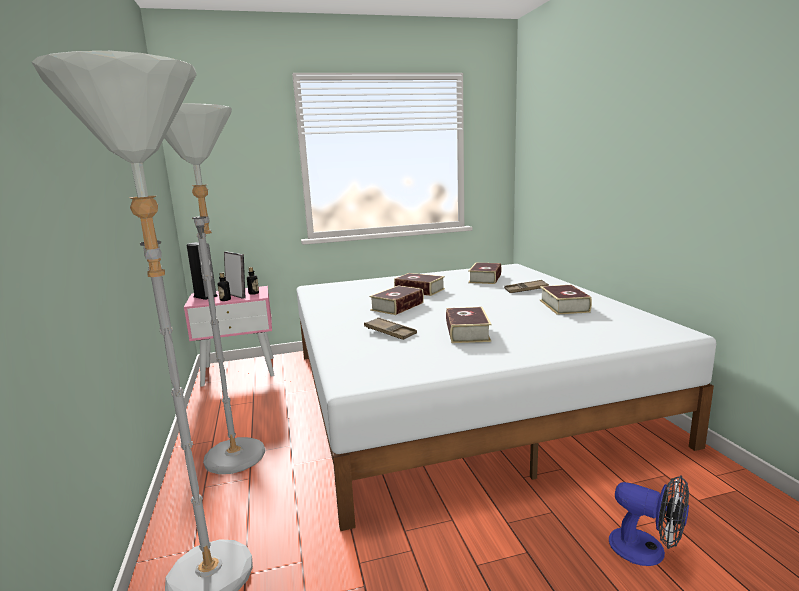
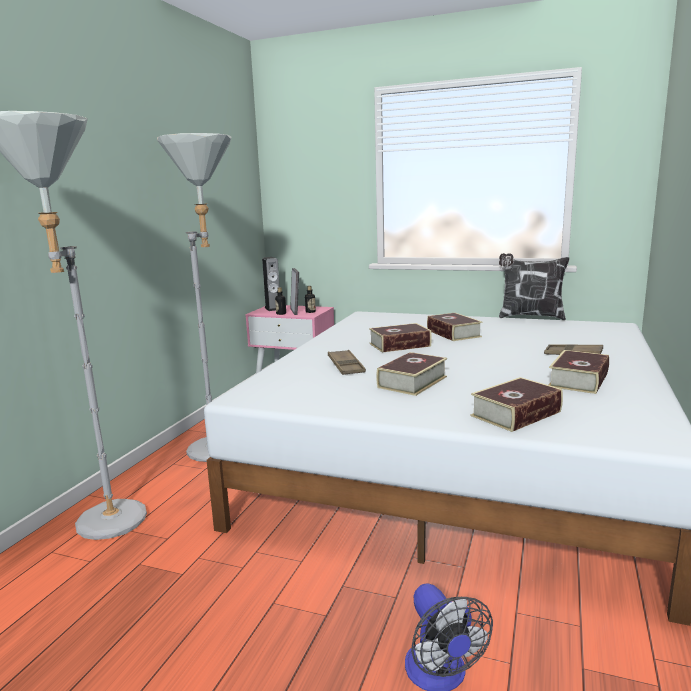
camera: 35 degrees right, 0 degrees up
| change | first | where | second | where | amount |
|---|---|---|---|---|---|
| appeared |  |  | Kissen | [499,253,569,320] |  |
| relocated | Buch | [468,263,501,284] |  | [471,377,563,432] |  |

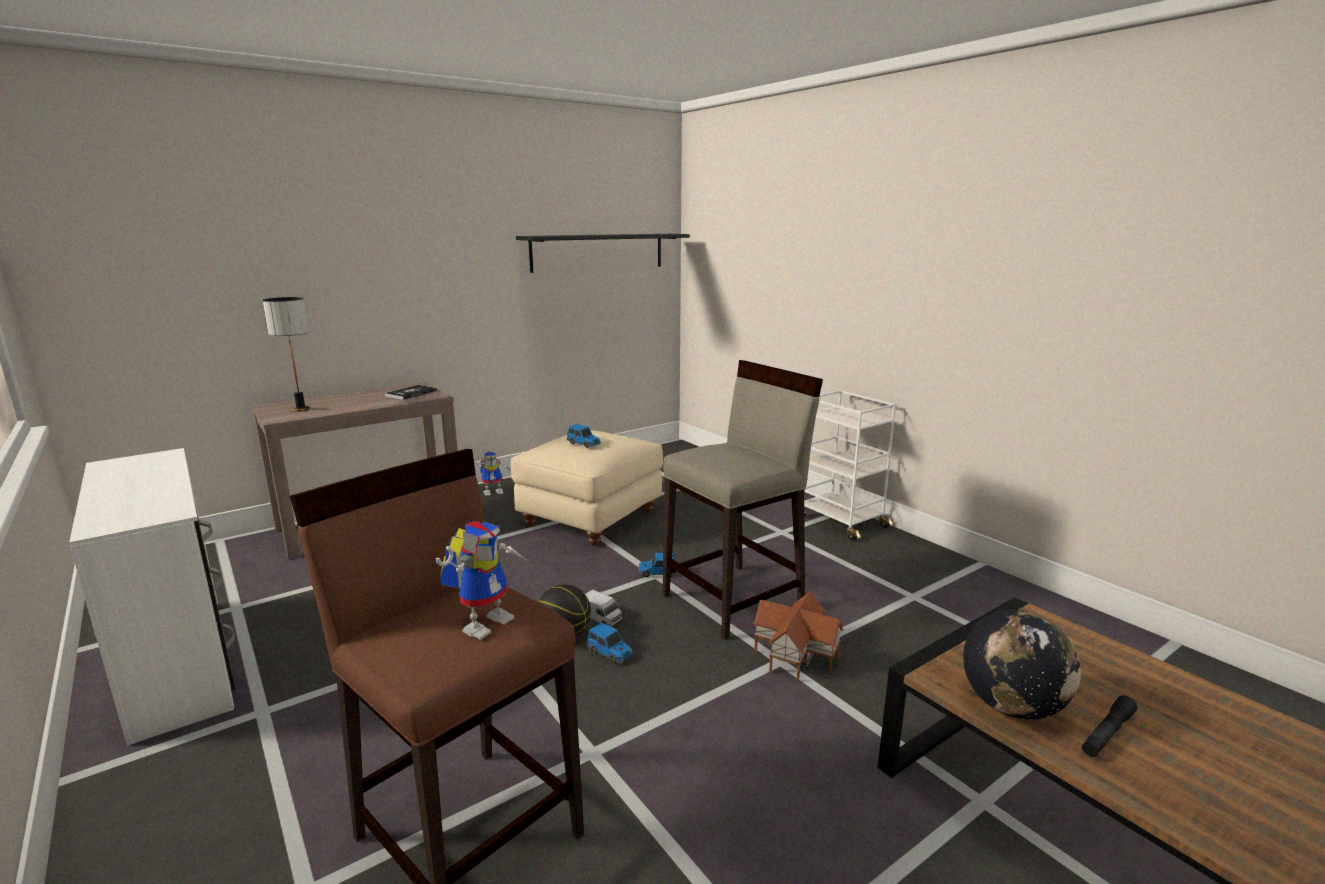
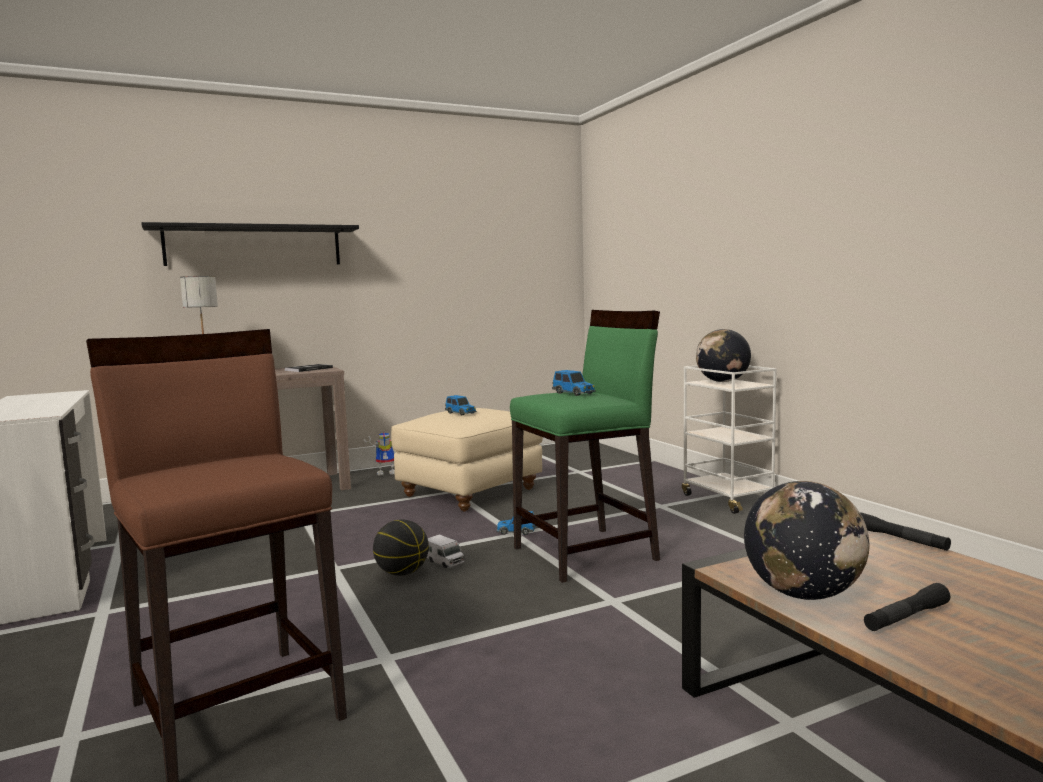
camera: 10 degrees right, 10 degrees down
| change | first | where | second | where | amount |
|---|---|---|---|---|---|
| missing | Spielzeugroboter | [436,521,526,640] |  |  |  |
| missing | Spielzeughaus | [753,591,844,681] |  |  |  |
| appeared |  |  | Globus | [696,329,751,382] |  |
| appeared |  |  | Taschenlampe/schwarz | [860,512,951,551] |  |
| relocated | Wandregal/schwarz | [516,234,690,273] |  | [141,222,359,266] |  |
| relocated | Spielzeugauto | [587,622,633,663] |  | [552,370,596,396] |  |
| colour | Hocker/beige | [663,360,823,640] | Hocker/grün | [510,310,660,583] |  |

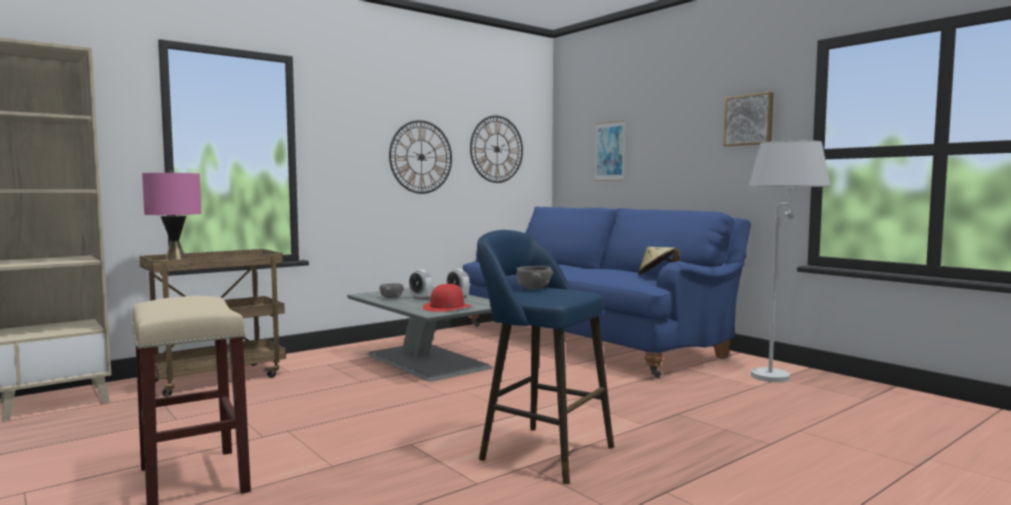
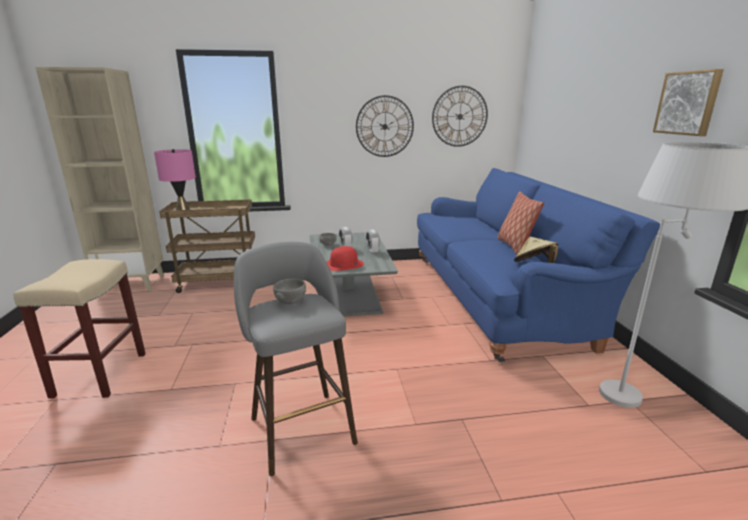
camera: 30 degrees right, 15 degrees up
| change | first | where | second | where | amount |
|---|---|---|---|---|---|
| missing | Bild | [595,120,625,181] |  |  |  |
| appeared |  |  | Kissen | [498,192,544,255] |  |
| colour | Hocker/blau | [477,230,614,484] | Hocker/grau | [234,242,358,476] |  |

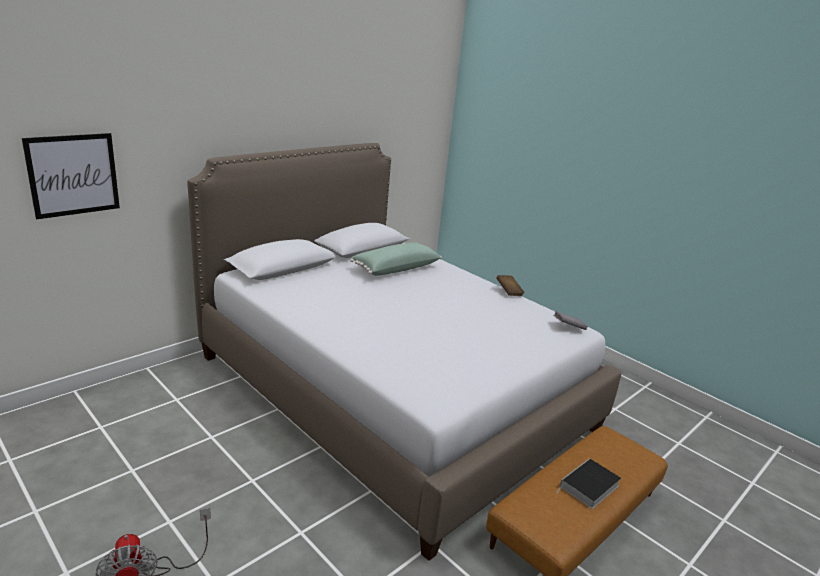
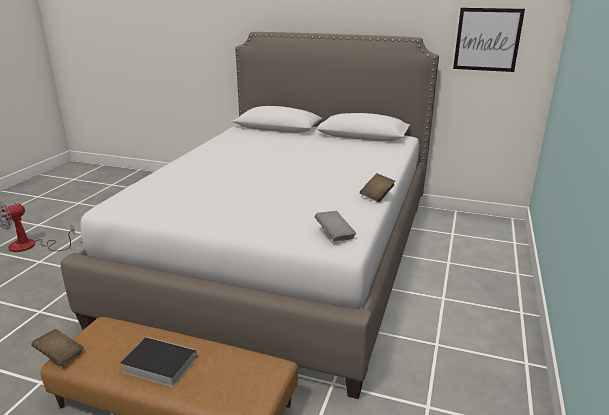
camera: 65 degrees right, 0 degrees up
| change | first | where | second | where | amount |
|---|---|---|---|---|---|
| missing | Kissen/grün | [350,242,442,276] |  |  |  |
| appeared |  |  | Buch/braun | [31,329,84,366] |  |
| relocated | Bild | [22,133,120,219] |  | [453,8,525,72] |  |

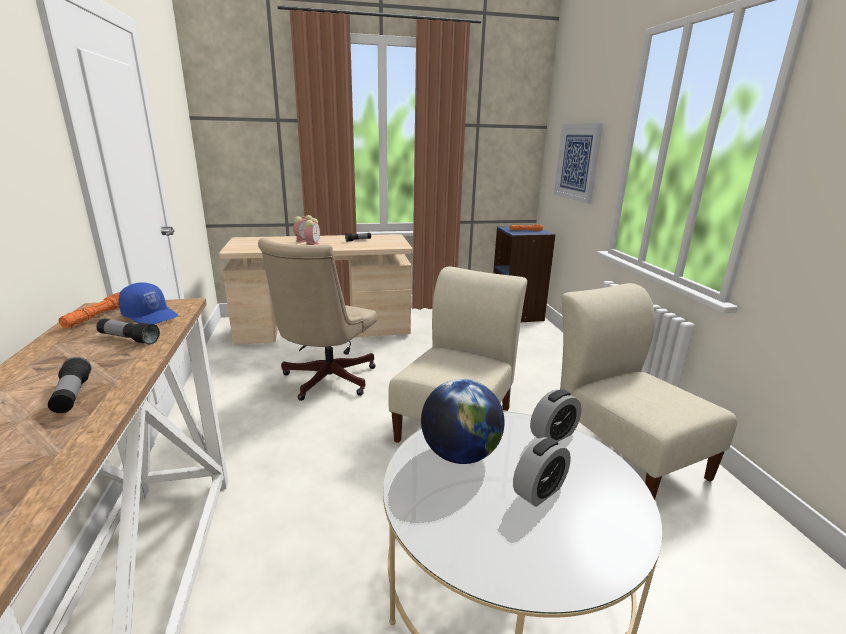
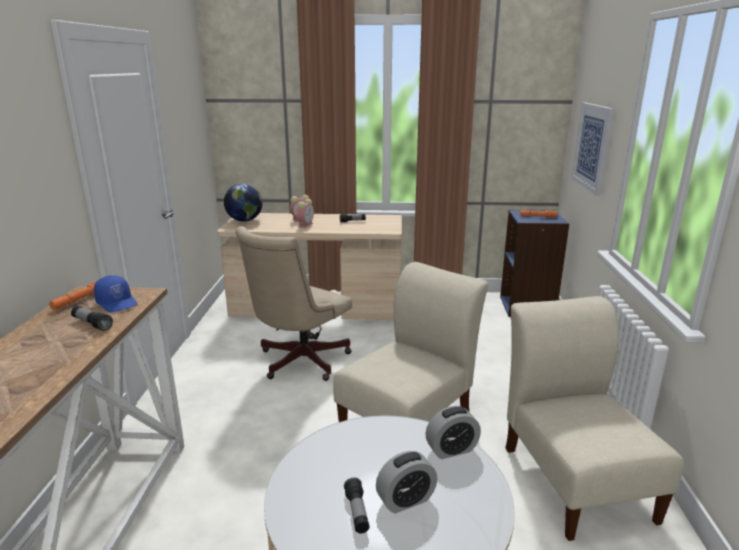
camera: 15 degrees right, 0 degrees up
| change | first | where | second | where | amount |
|---|---|---|---|---|---|
| relocated | Taschenlampe | [48,357,92,413] |  | [344,478,370,533] |  |
| relocated | Globus | [421,379,505,464] |  | [224,183,263,222] |  |

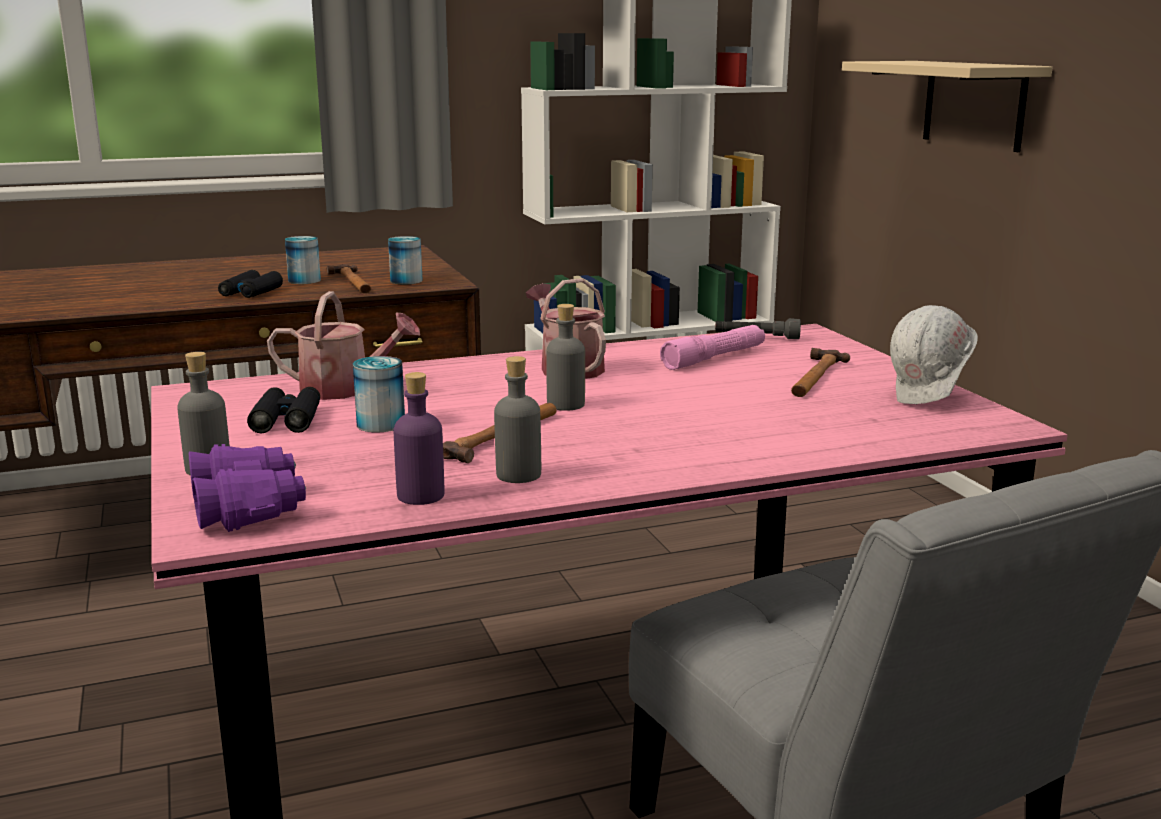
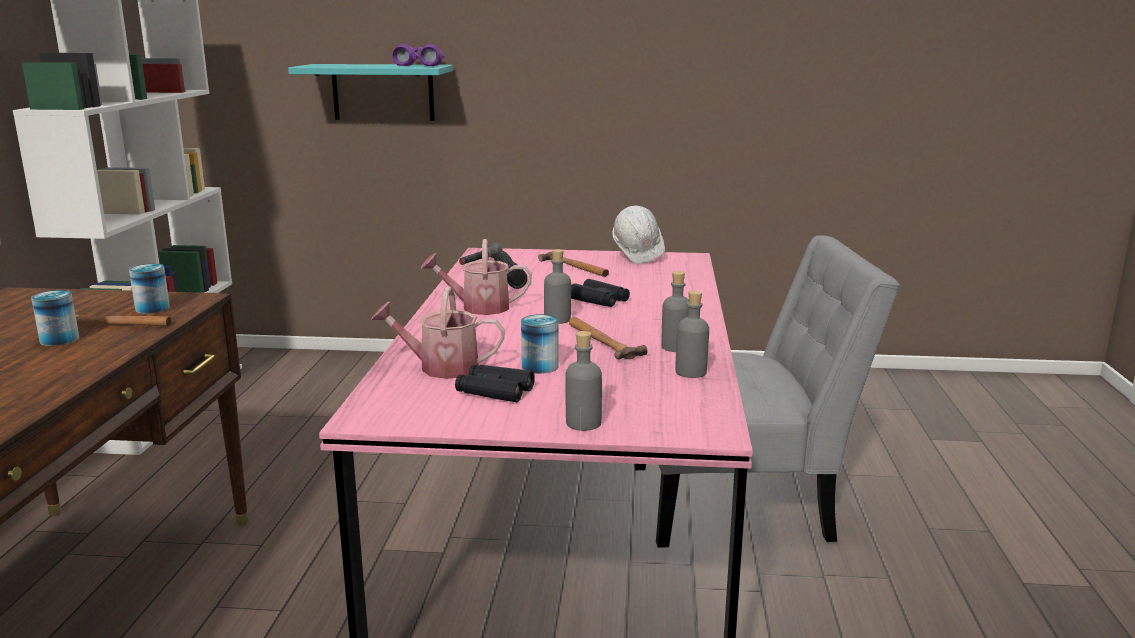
camera: 65 degrees left, 0 degrees up
| change | first | where | second | where | amount |
|---|---|---|---|---|---|
| relocated | Fernglas/lila | [189,444,306,532] |  | [392,44,445,66] |  |
| relocated | Fernglas/schwarz | [218,270,283,298] |  | [571,279,630,307] |  |
| colour | Flasche/lila | [393,372,444,505] | Flasche/grau | [675,291,709,378] |  |
| colour | Taschenlampe/rosa | [660,325,765,370] | Taschenlampe/schwarz | [494,251,528,289] |  |
| colour | Wandregal/beige | [842,61,1053,152] | Wandregal/türkis | [288,64,453,121] |  |
| spun | Gießkanne | [267,291,420,400] |  | [371,286,505,379] | 120 degrees counterclockwise |

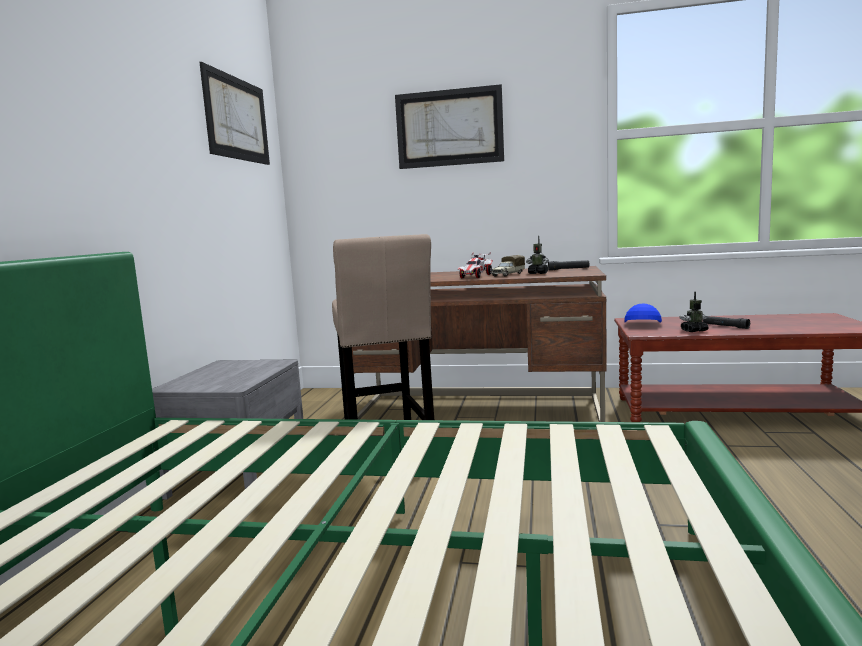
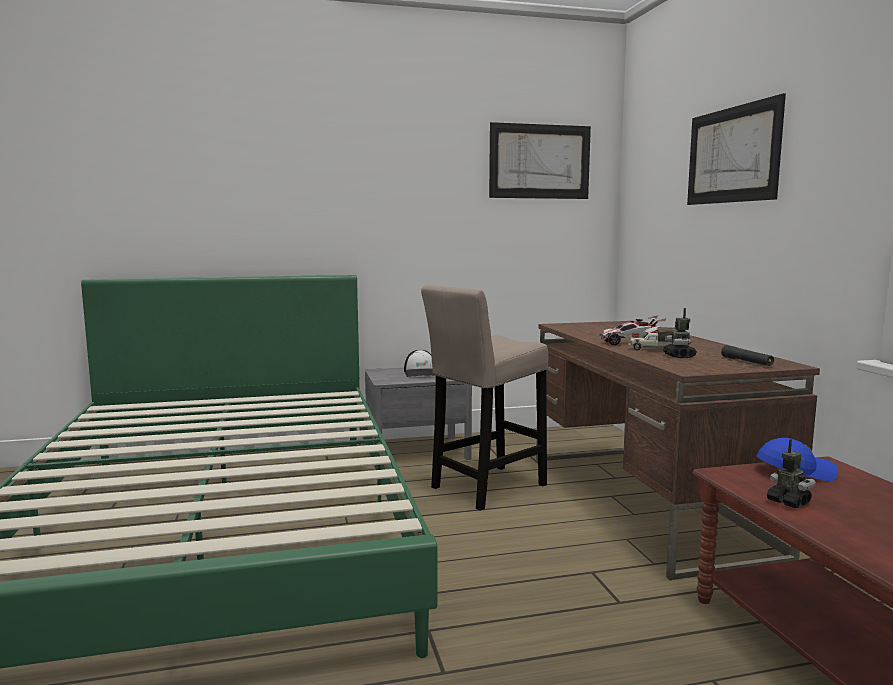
camera: 65 degrees right, 0 degrees up
| change | first | where | second | where | amount |
|---|---|---|---|---|---|
| missing | Taschenlampe/schwarz | [703,316,750,329] |  |  |  |
| appeared |  |  | Kappe | [404,350,436,377] |  |

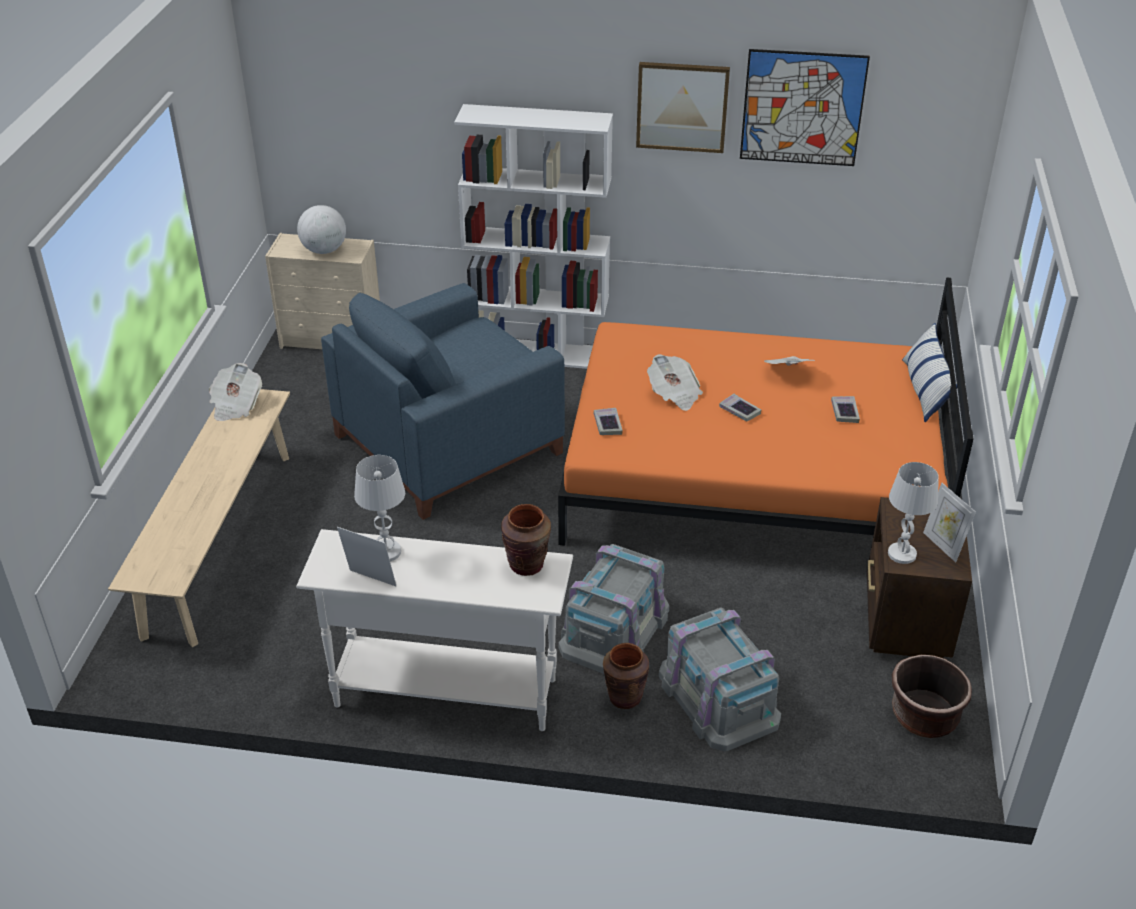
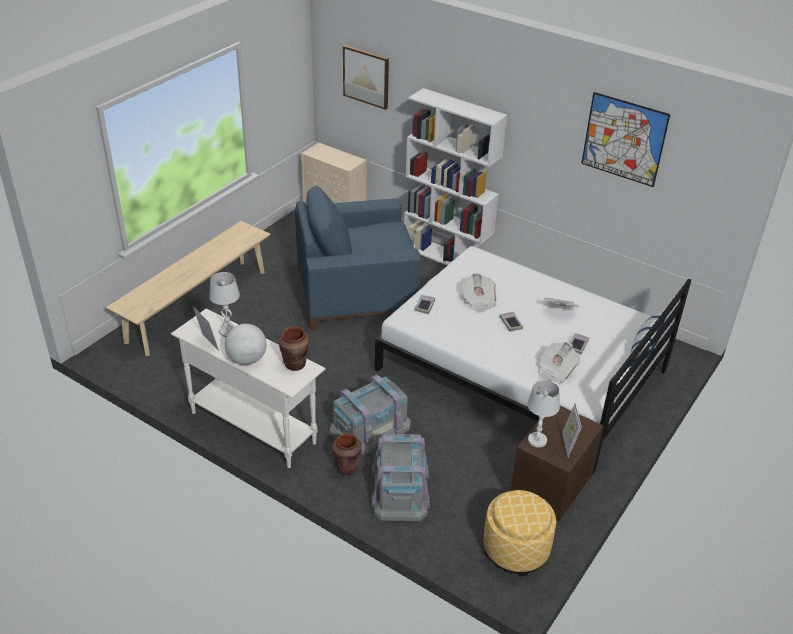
camera: 25 degrees right, 0 degrees up
| change | first | where | second | where | amount |
|---|---|---|---|---|---|
| relocated | Zeitung | [209,363,262,421] |  | [539,342,580,383] |  |
| relocated | Globus | [297,205,346,254] |  | [225,324,267,365] |  |
| relocated | Bild | [636,62,730,153] |  | [343,45,389,110] |  |
| exchanged | Pflanzkübel/braun | [892,655,972,738] | Polsterhocker | [483,490,556,576] |  |
| colour | Bett/orange | [558,277,974,546] | Bett/weiß | [375,246,691,475] |  |

